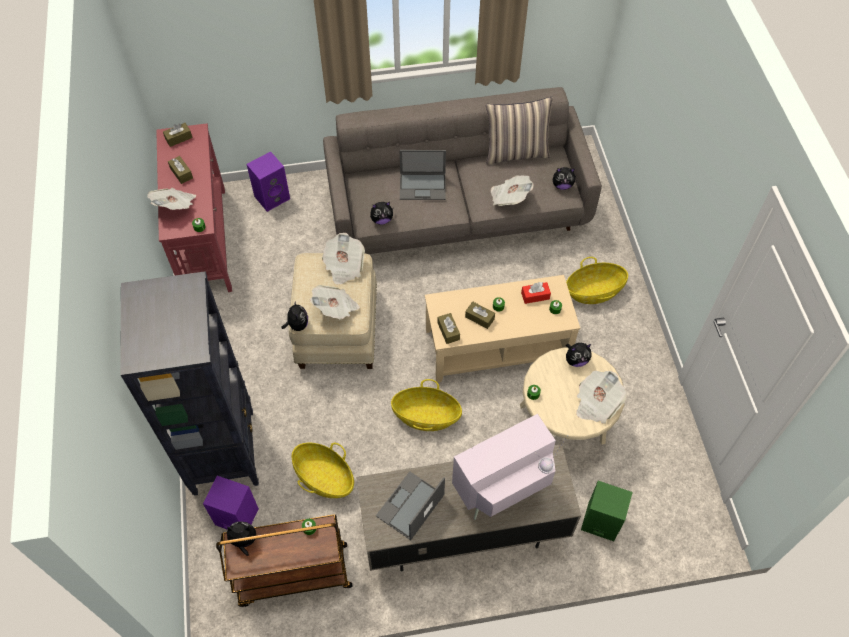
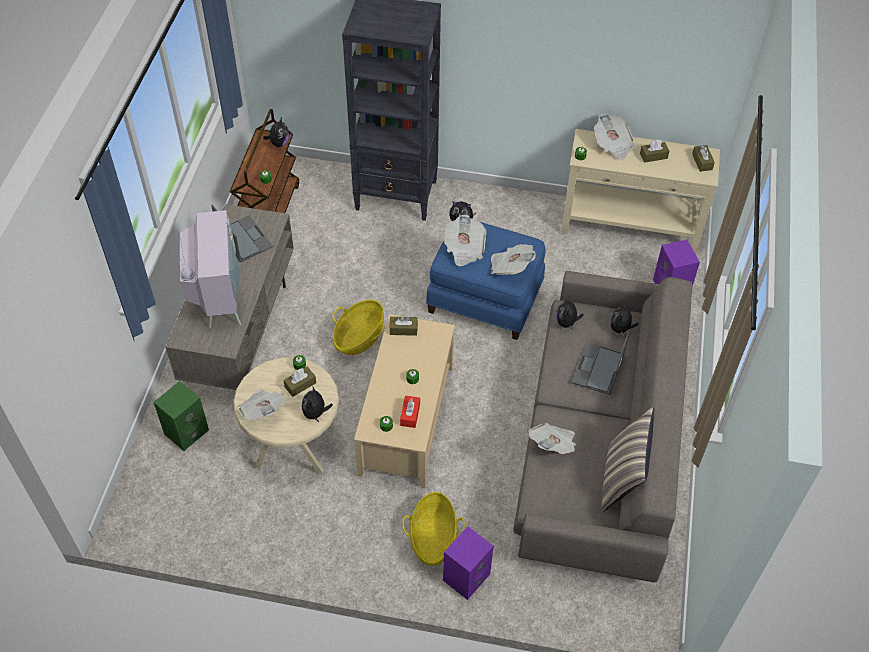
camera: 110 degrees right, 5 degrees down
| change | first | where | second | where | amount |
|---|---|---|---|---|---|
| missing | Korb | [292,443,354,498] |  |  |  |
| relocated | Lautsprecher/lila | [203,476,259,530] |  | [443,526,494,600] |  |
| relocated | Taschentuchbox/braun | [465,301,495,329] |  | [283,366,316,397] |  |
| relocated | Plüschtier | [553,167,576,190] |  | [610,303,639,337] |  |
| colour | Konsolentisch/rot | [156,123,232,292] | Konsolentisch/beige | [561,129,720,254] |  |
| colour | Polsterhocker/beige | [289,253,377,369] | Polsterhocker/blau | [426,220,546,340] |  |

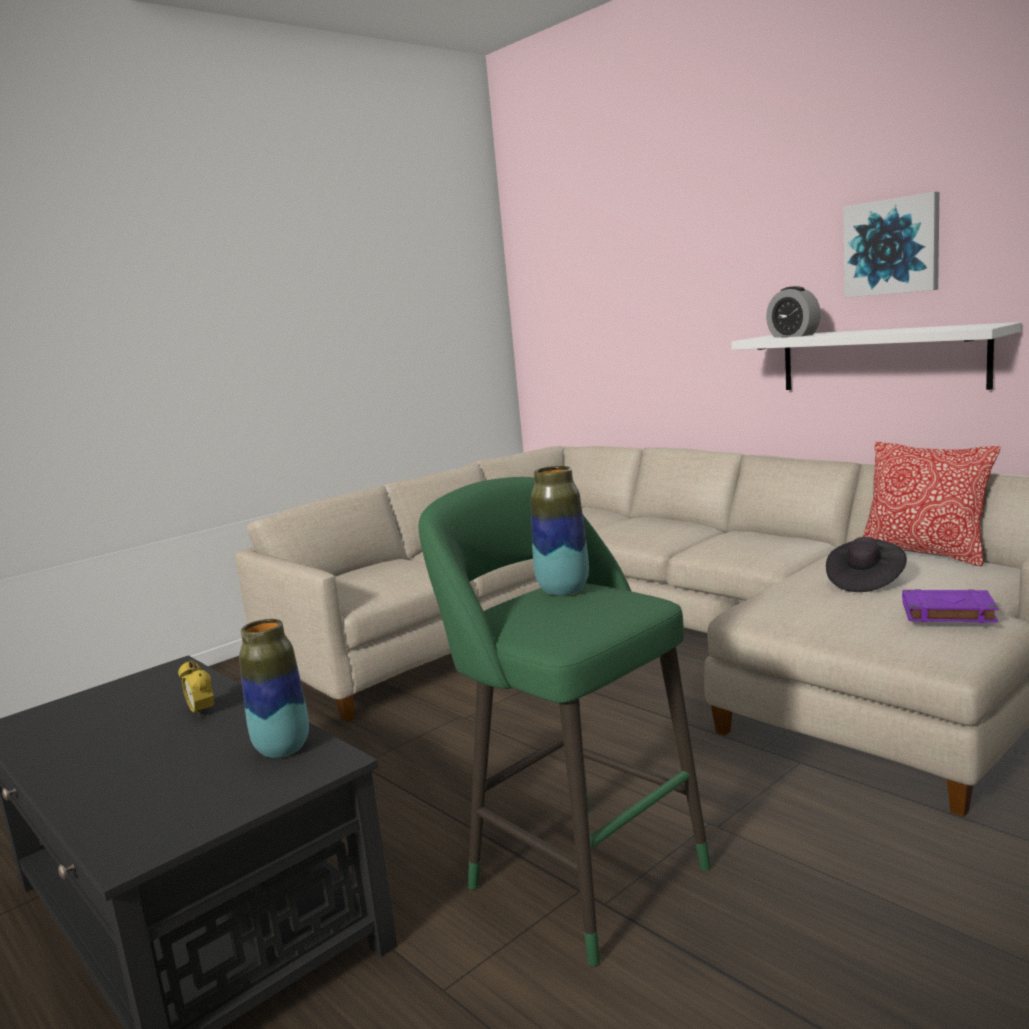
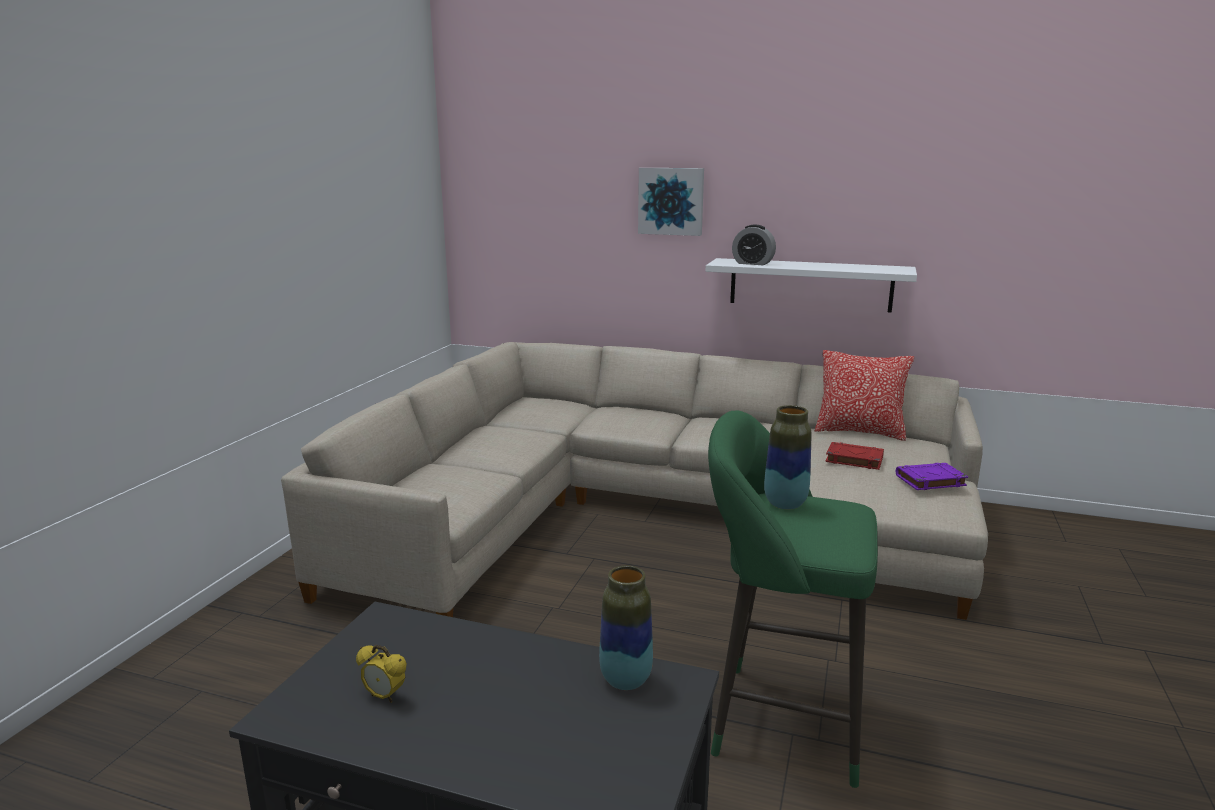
camera: 30 degrees left, 5 degrees up
| change | first | where | second | where | amount |
|---|---|---|---|---|---|
| relocated | Wecker | [178,659,214,718] |  | [356,645,407,703] |  |
| relocated | Bild | [843,192,939,298] |  | [638,168,704,236] |  |
| exchanged | Hut/schwarz | [826,537,907,592] | Buch/rot | [825,442,884,470] |  |

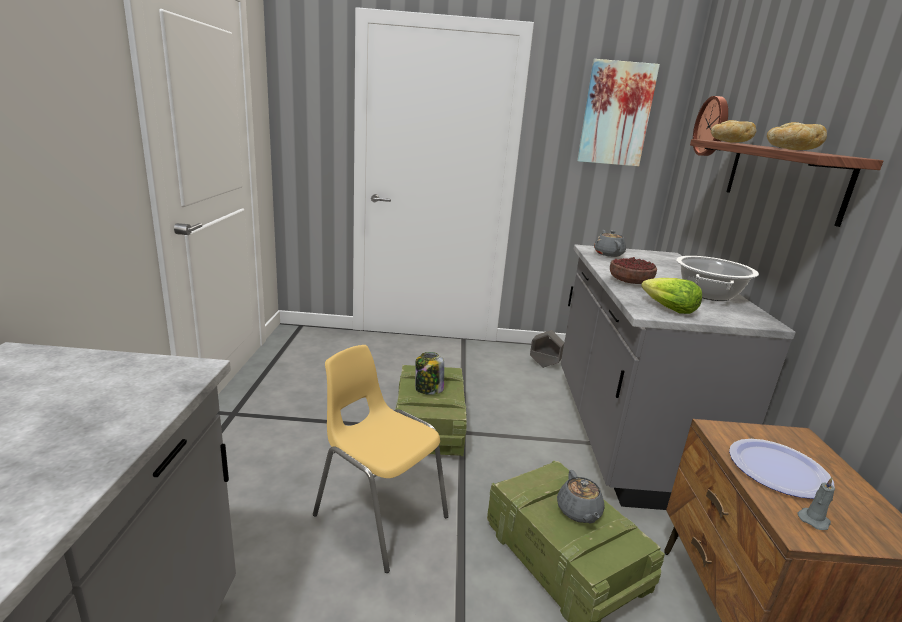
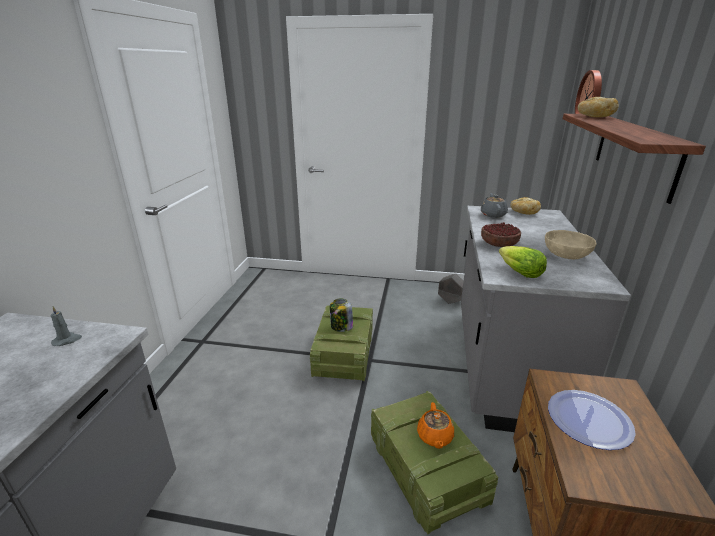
camera: 10 degrees right, 5 degrees up
| change | first | where | second | where | amount |
|---|---|---|---|---|---|
| missing | Stuhl/gelb | [313,345,449,573] |  |  |  |
| missing | Bild | [577,59,660,167] |  |  |  |
| relocated | Brot | [767,122,827,150] |  | [511,197,541,215] |  |
| relocated | Kerze/grau | [797,477,835,530] |  | [50,306,82,346] |  |
| exchanged | Kochtopf | [676,256,759,301] | Schüssel/beige | [545,230,596,259] |  |
| colour | Teekanne/grau | [557,470,605,524] | Teekanne/orange | [417,402,454,449] |  |

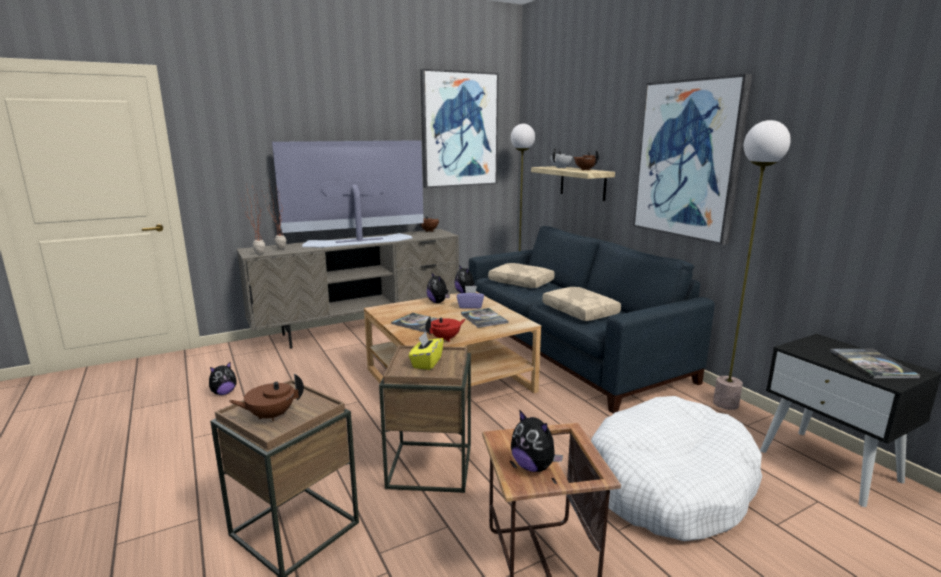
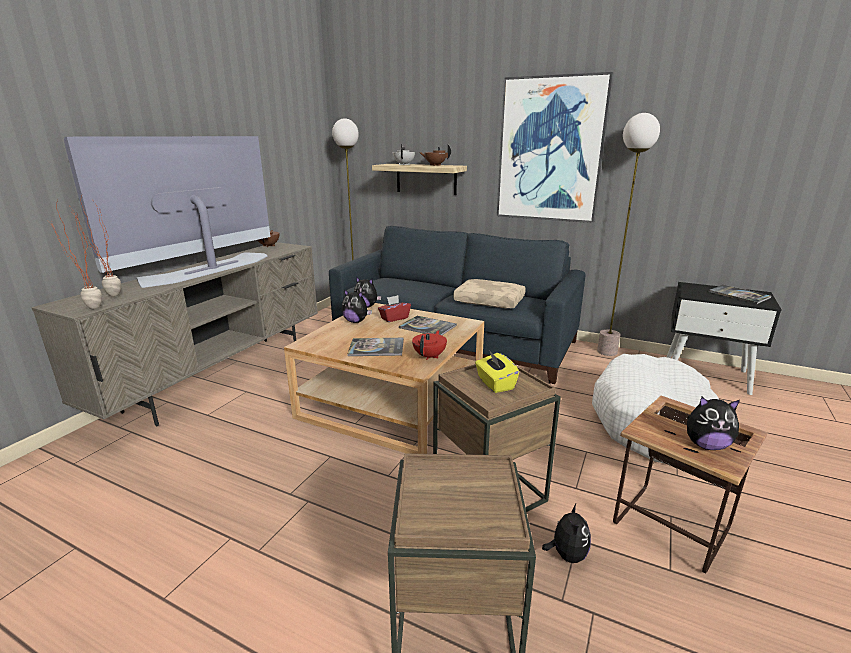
camera: 35 degrees left, 5 degrees up
| change | first | where | second | where | amount |
|---|---|---|---|---|---|
| missing | Teekanne/braun | [229,374,304,421] |  |  |  |
| missing | Bild | [420,69,498,188] |  |  |  |
| missing | Kissen/beige | [488,263,555,288] |  |  |  |
| relocated | Plüschtier | [209,362,237,395] |  | [542,504,591,563] |  |
| colour | Taschentuchbox/lila | [457,286,484,309] | Taschentuchbox/rot | [378,295,411,322] |  |

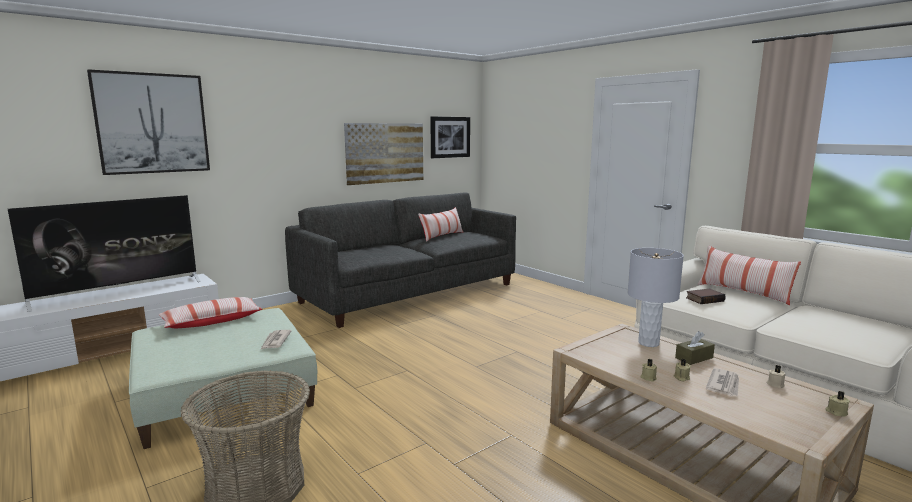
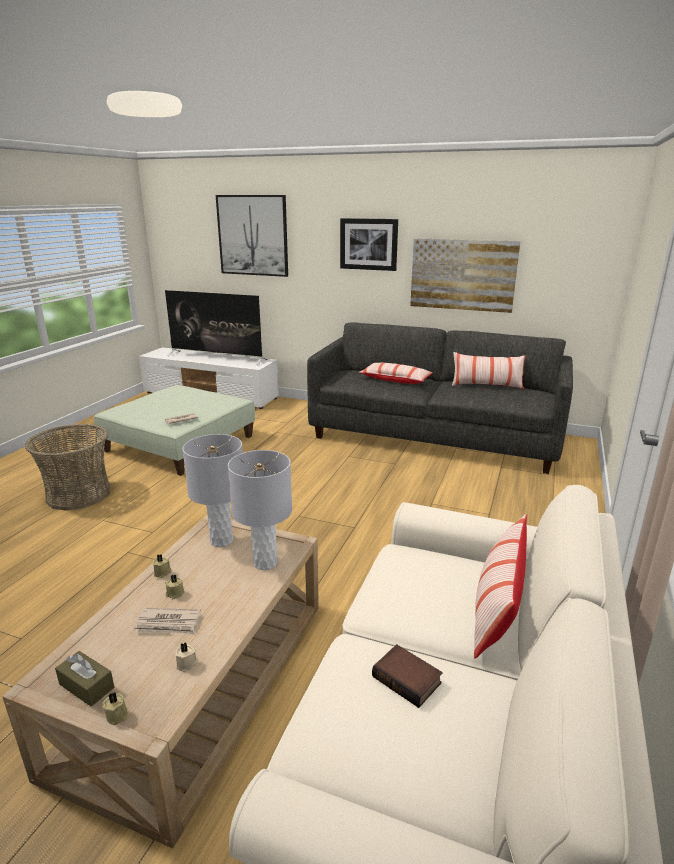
camera: 60 degrees right, 10 degrees up
| change | first | where | second | where | amount |
|---|---|---|---|---|---|
| appeared |  |  | Tischlampe/grau | [183,434,243,547] |  |
| relocated | Kissen | [159,297,262,328] |  | [359,363,432,384] |  |
| relocated | Bild | [430,116,470,158] |  | [340,218,398,271] |  |
| relocated | Taschentuchbox/braun | [675,331,715,365] |  | [55,651,114,706] |  |
| relocated | Buch | [686,289,726,304] |  | [372,644,443,708] |  |

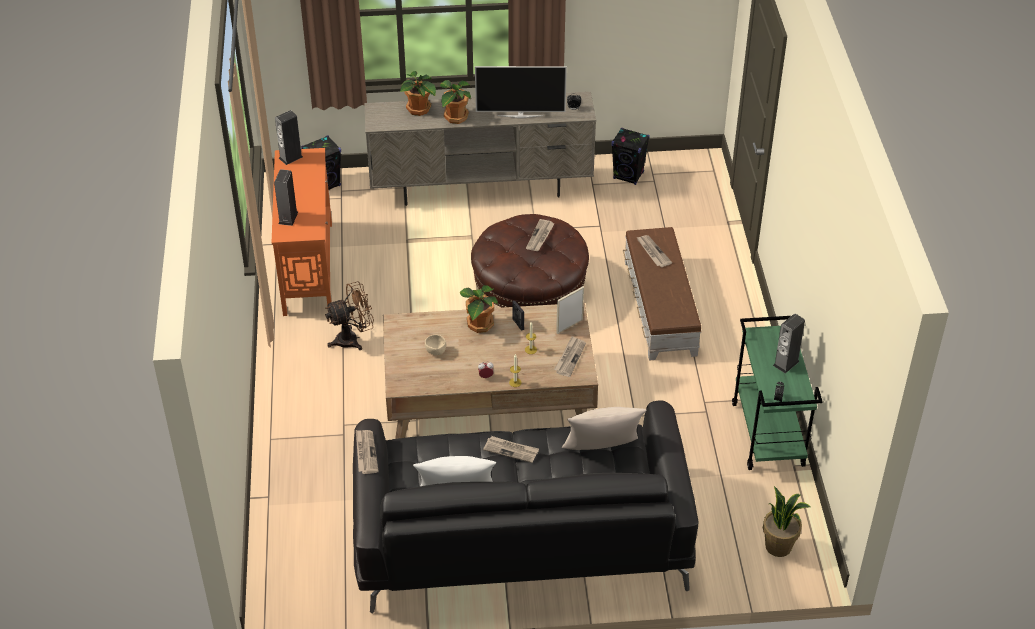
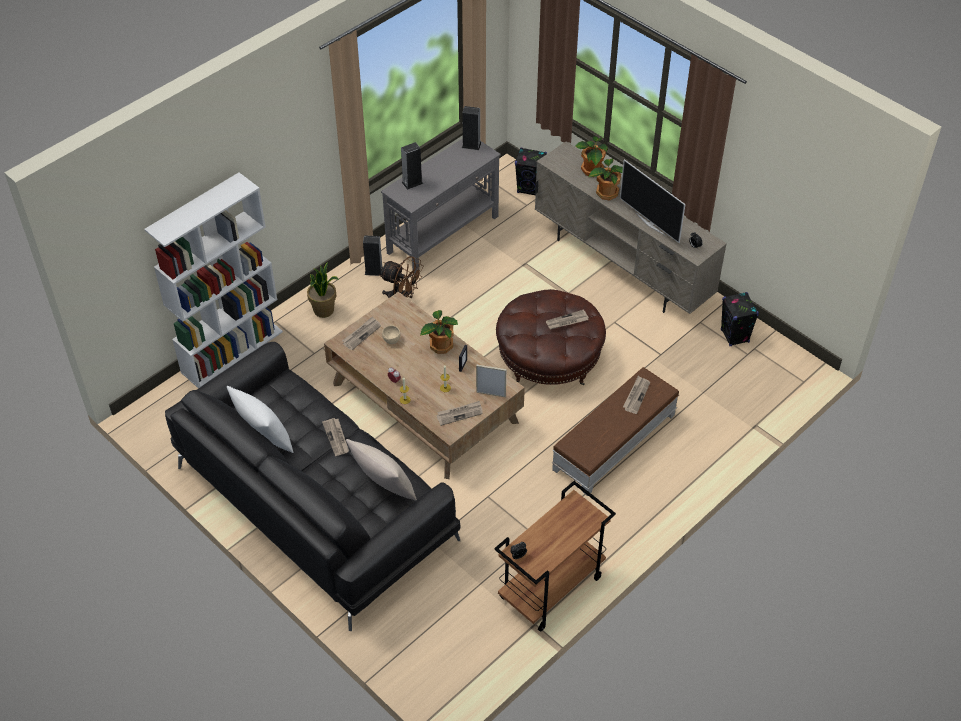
camera: 50 degrees right, 5 degrees up
| change | first | where | second | where | amount |
|---|---|---|---|---|---|
| appeared |  |  | Bücherregal/weiß | [144,172,283,388] |  |
| relocated | Zeitung | [356,430,379,474] |  | [342,317,381,350] |  |
| relocated | Topfpflanze | [763,486,811,557] |  | [307,262,339,318] |  |
| relocated | Lautsprecher | [773,313,805,374] |  | [363,235,382,276] |  |
| colour | Konsolentisch/orange | [272,148,332,316] | Konsolentisch/grau | [381,138,501,274] |  |
| colour | Rollwagen/grün | [732,316,823,470] | Rollwagen/braun | [494,481,616,632] |  |

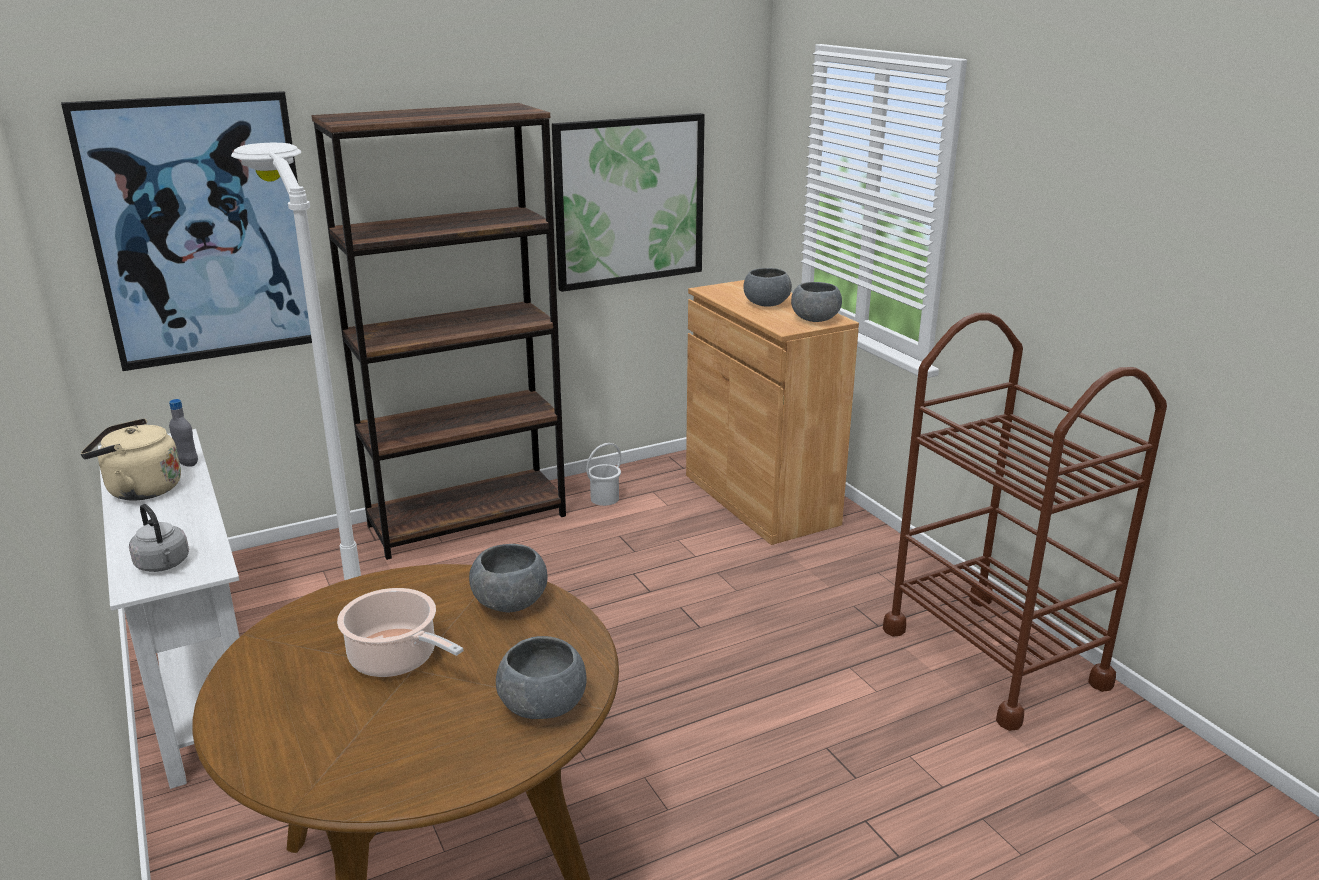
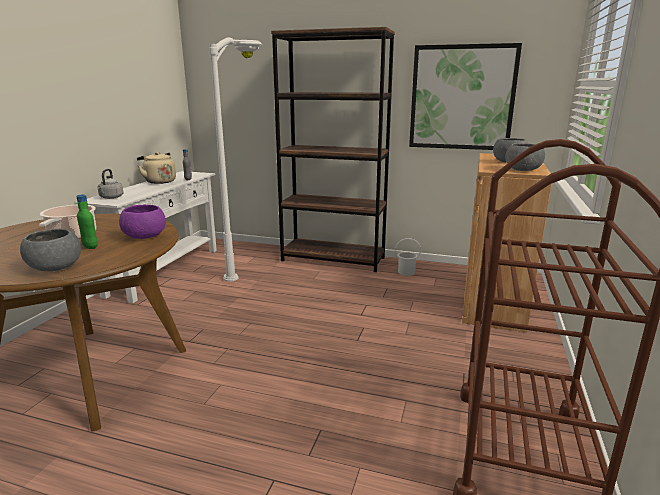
camera: 45 degrees right, 5 degrees down
| change | first | where | second | where | amount |
|---|---|---|---|---|---|
| missing | Bild | [61,91,312,371] |  |  |  |
| appeared |  |  | Flasche/grün | [76,195,98,249] |  |
| colour | Schüssel/grau | [469,544,548,612] | Schüssel/lila | [119,205,166,239] |  |

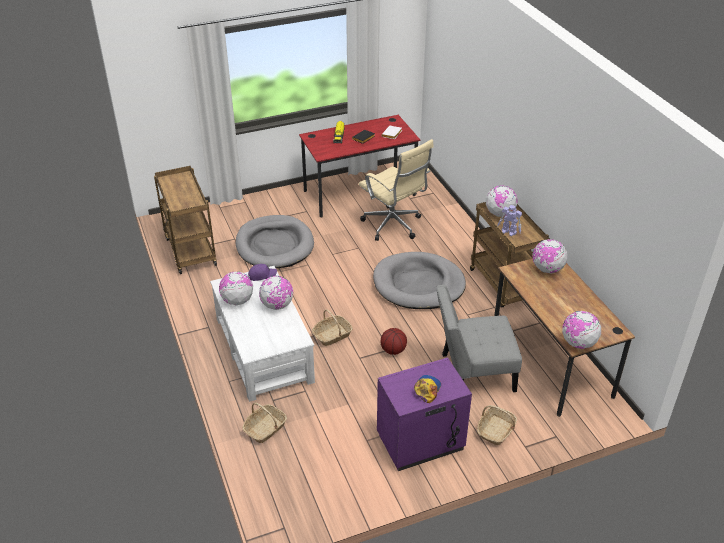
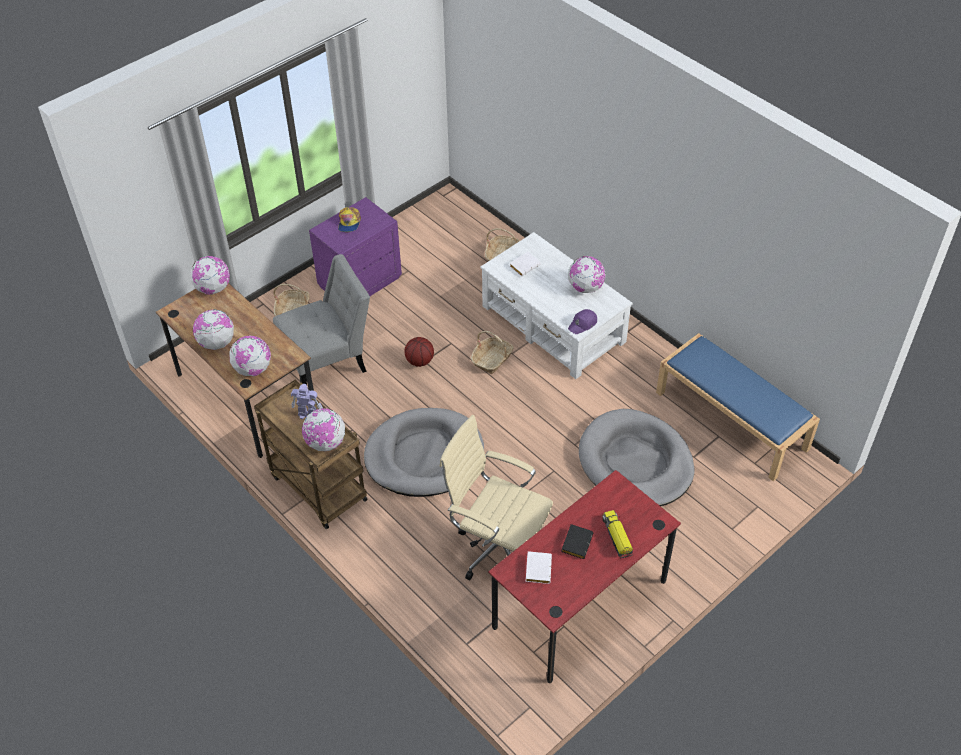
camera: 160 degrees right, 10 degrees up
| change | first | where | second | where | amount |
|---|---|---|---|---|---|
| appeared |  |  | Buch/weiß | [510,252,541,276] |  |
| relocated | Globus | [259,276,294,310] |  | [193,310,234,350] |  |
| exchanged | Rollwagen/braun | [154,166,217,274] | Bank/blau | [656,333,820,481] |  |

